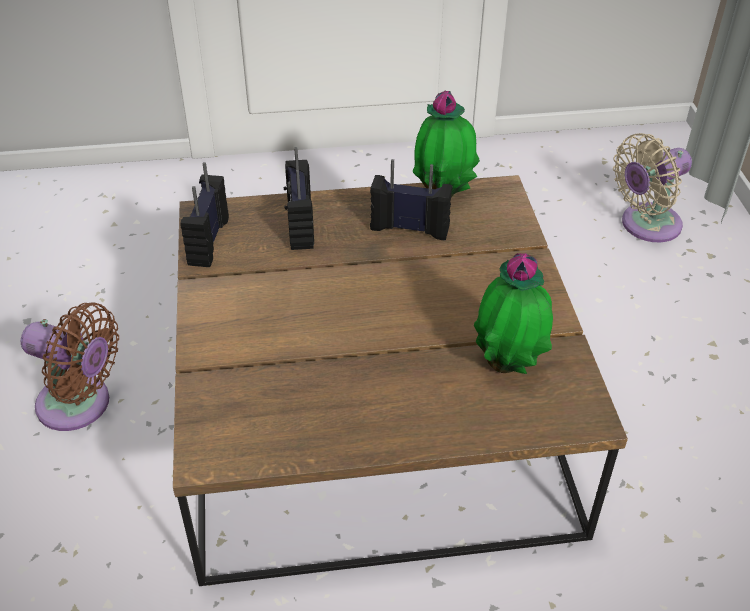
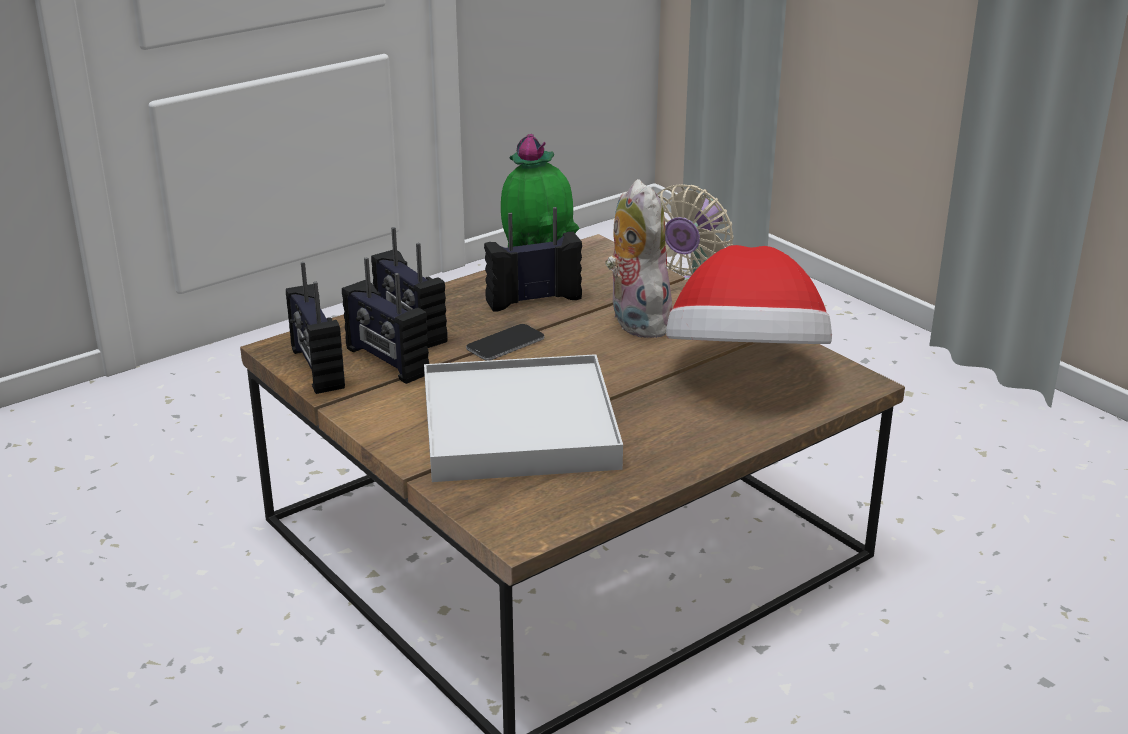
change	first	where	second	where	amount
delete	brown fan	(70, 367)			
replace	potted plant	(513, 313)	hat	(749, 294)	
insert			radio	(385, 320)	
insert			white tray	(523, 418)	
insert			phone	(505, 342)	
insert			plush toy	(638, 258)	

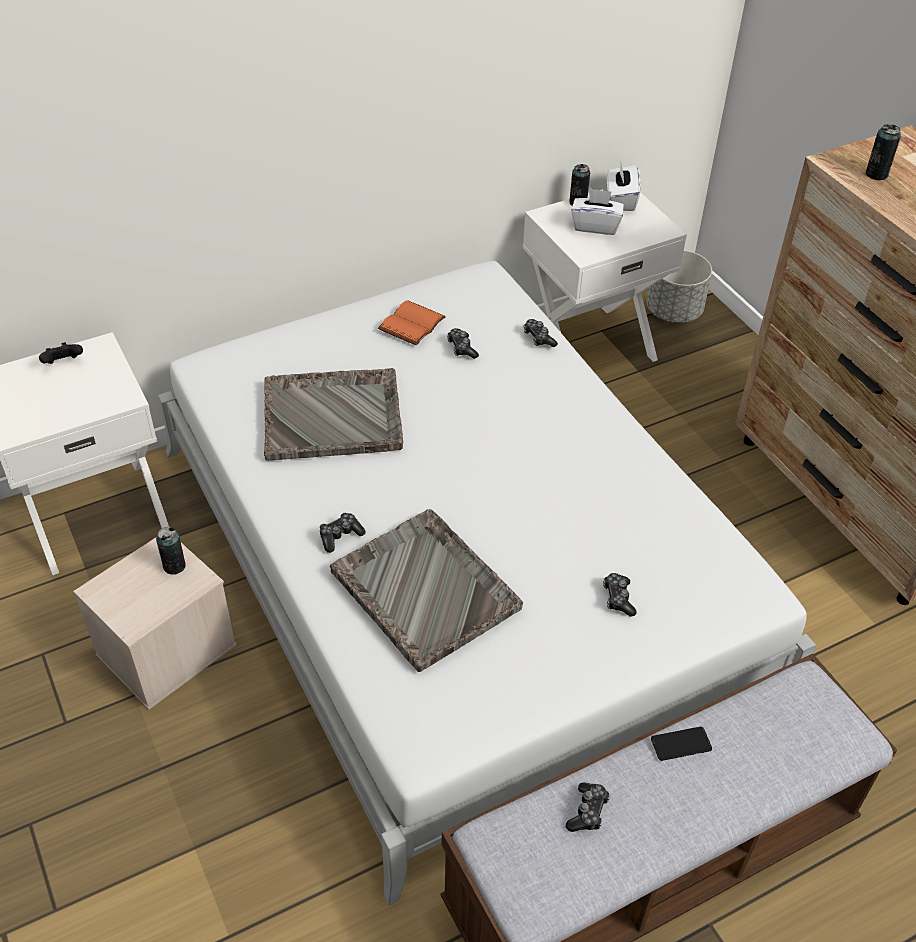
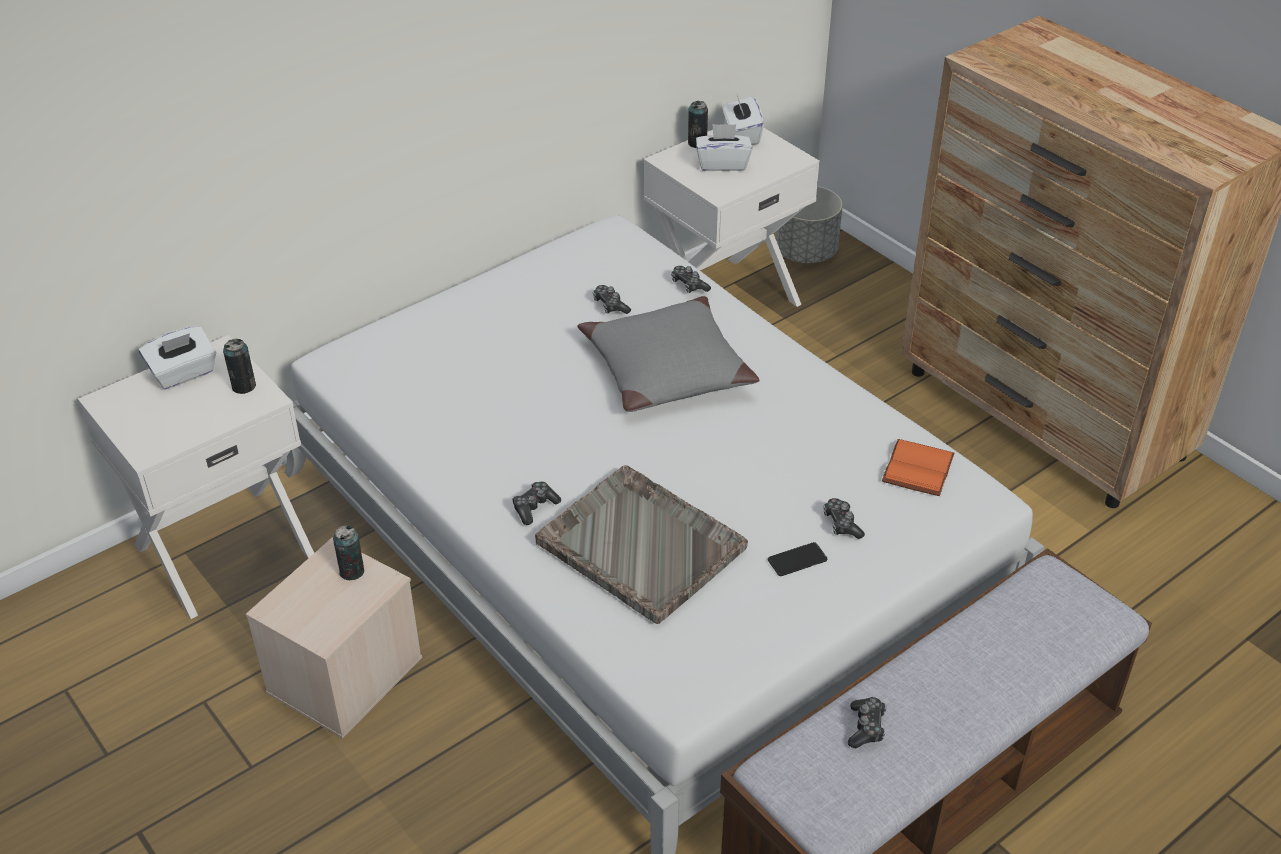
change	first	where	second	where	amount
replace	black game controller	(61, 353)	white tissue box	(177, 357)	
delete	grey tray	(333, 414)			
move	orange book	(412, 322)		(918, 467)	
move	phone	(681, 744)		(798, 559)	
move	can	(883, 152)		(239, 366)	
insert			grey pillow	(668, 354)	

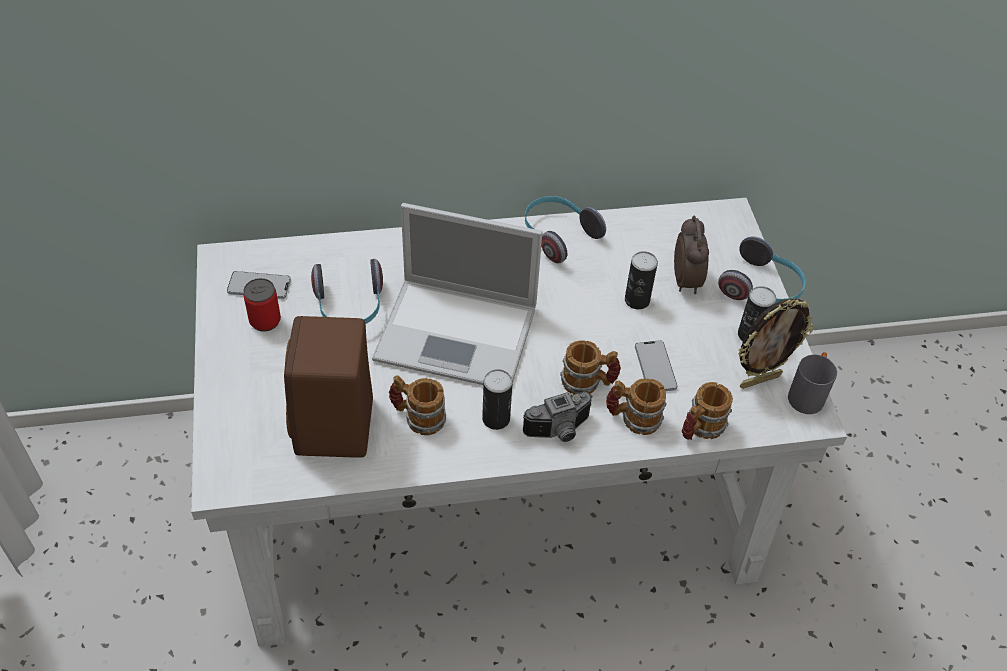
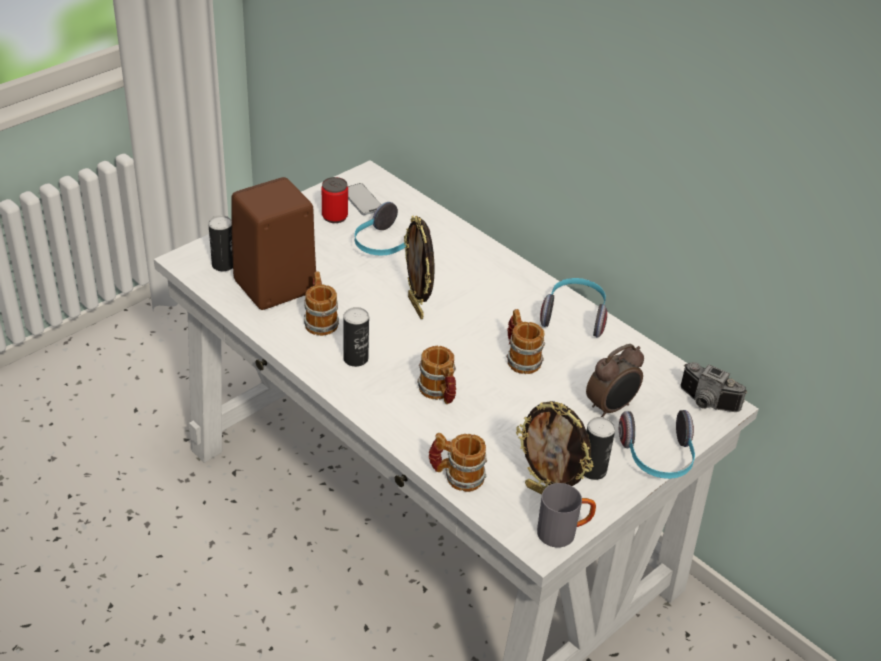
change	first	where	second	where	amount
replace	laptop	(457, 294)	picture frame	(419, 267)	
move	photo camera	(558, 417)		(714, 387)	
move	mug	(636, 406)		(525, 341)	
move	can	(641, 280)		(220, 243)	
delete	phone	(656, 365)			

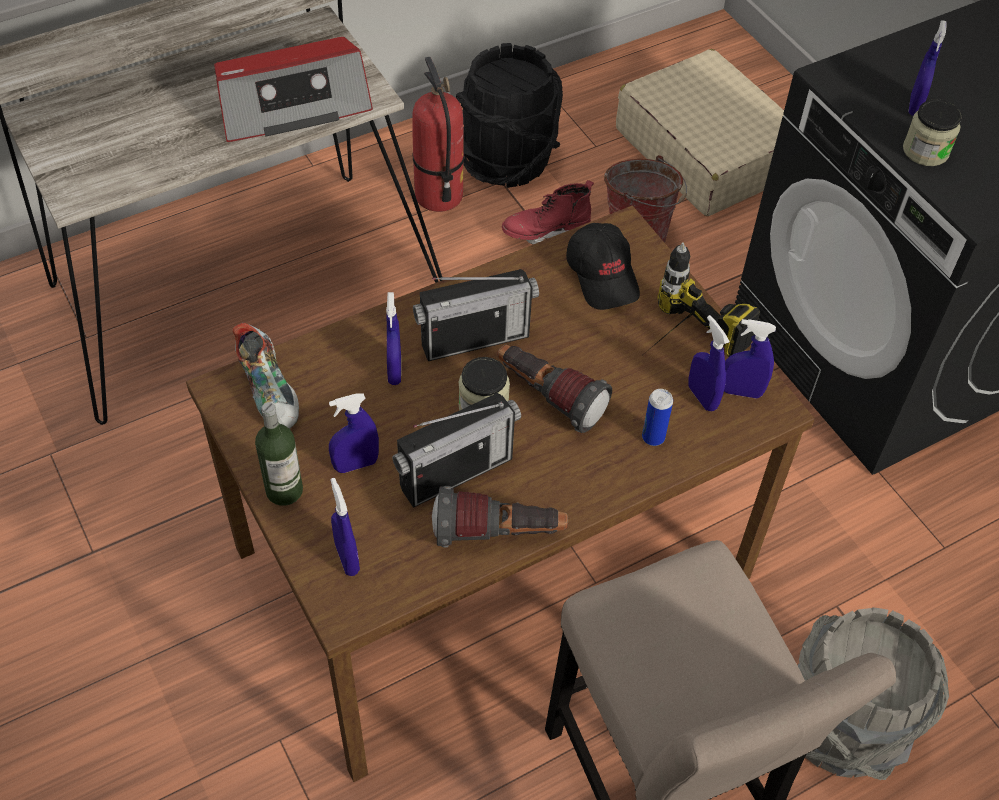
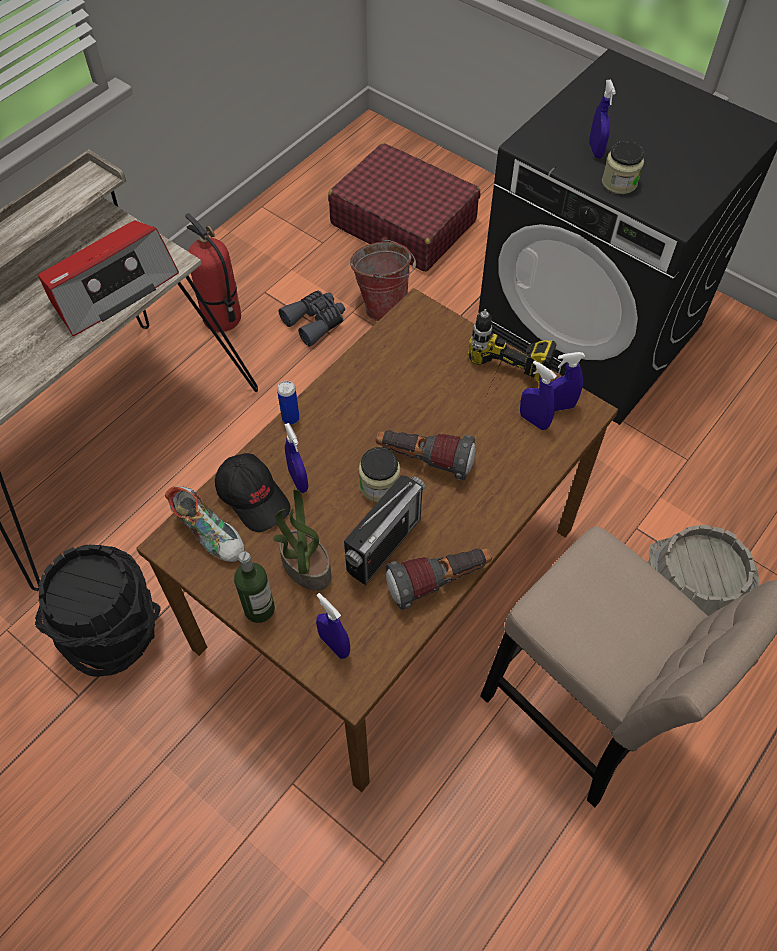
change	first	where	second	where	amount
replace	blue spray bottle	(354, 433)	potted plant	(302, 540)	
delete	radio	(476, 315)			
move	black bucket	(509, 115)		(98, 611)	
replace	red boot	(548, 212)	grey binoculars	(312, 318)	
move	black cap	(603, 266)		(253, 492)	
recolor	beige suitcase	(700, 132)	red suitcase	(404, 207)	
move	can	(657, 417)		(288, 403)	

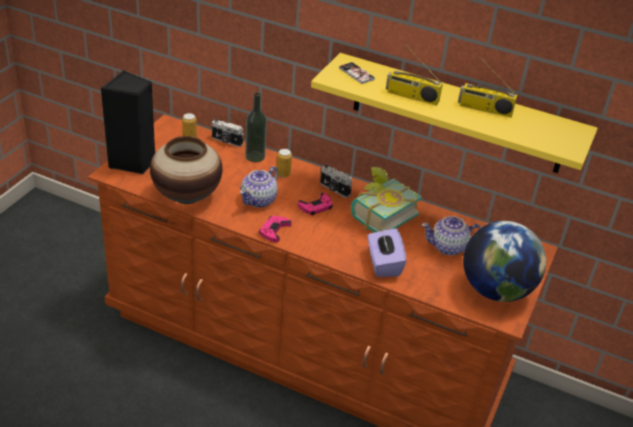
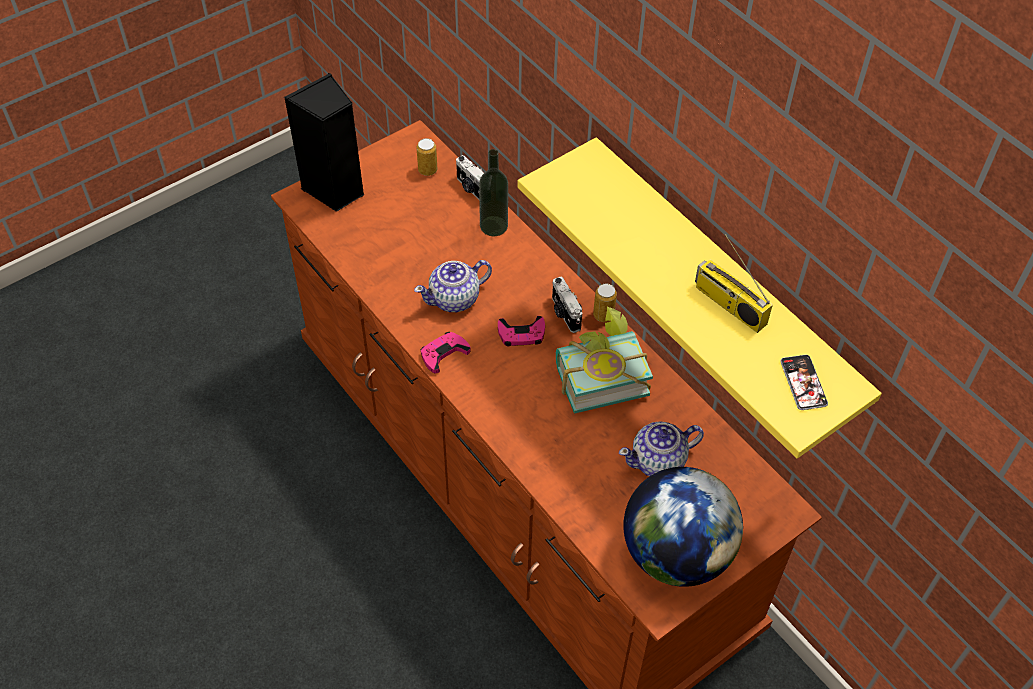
change	first	where	second	where	amount
delete	vase	(186, 170)			
move	can	(284, 163)		(605, 303)	
move	phone	(357, 73)		(804, 382)	
delete	purple tissue box	(387, 252)			
delete	radio	(414, 75)			
rotate	teapot	(451, 236)		(661, 449)	45 degrees counterclockwise

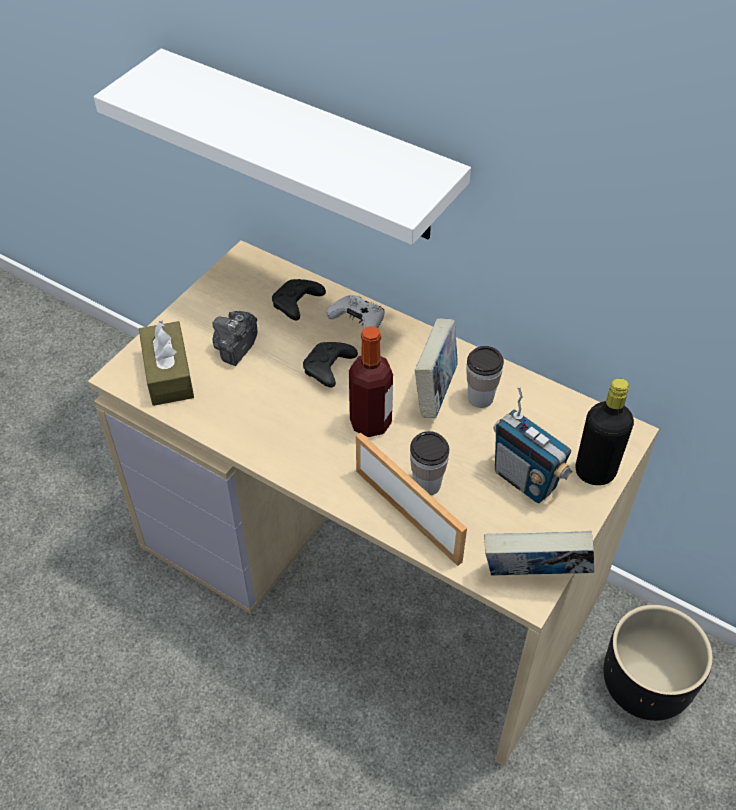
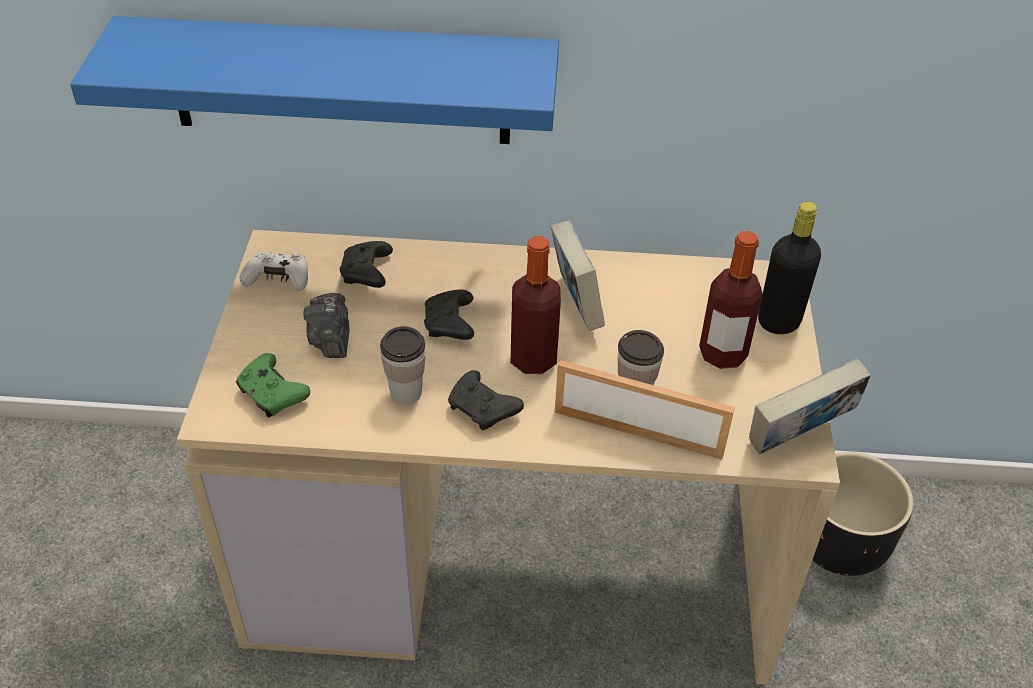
change	first	where	second	where	amount
recolor	white shelf	(282, 146)	blue shelf	(314, 80)	
replace	brown tissue box	(166, 363)	green game controller	(273, 385)	
move	white game controller	(356, 312)		(273, 271)	
move	cup	(485, 377)		(403, 365)	
replace	radio	(533, 444)	bottle	(731, 300)	
insert			black game controller	(486, 400)	

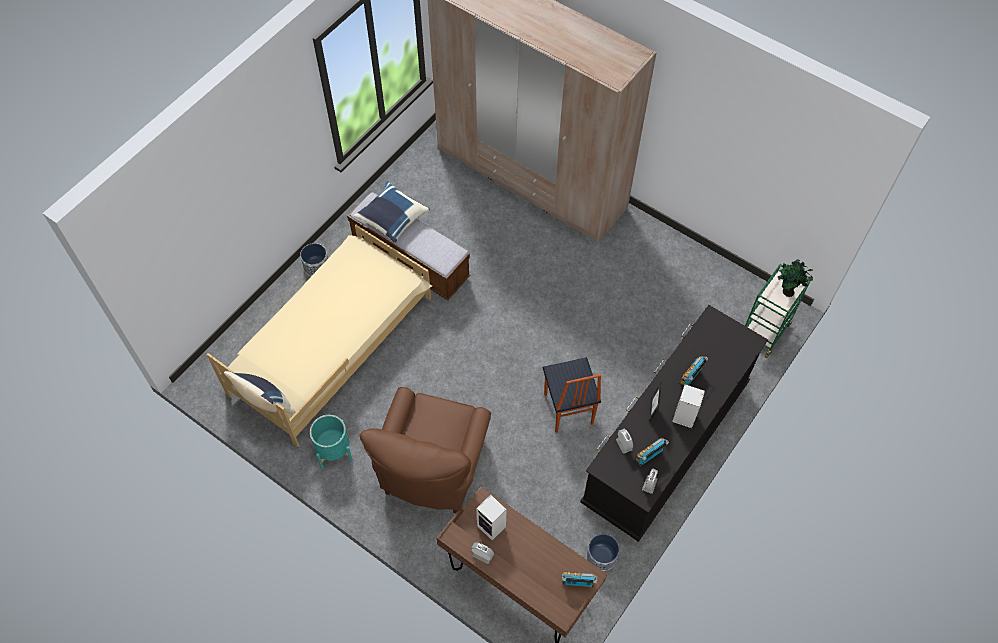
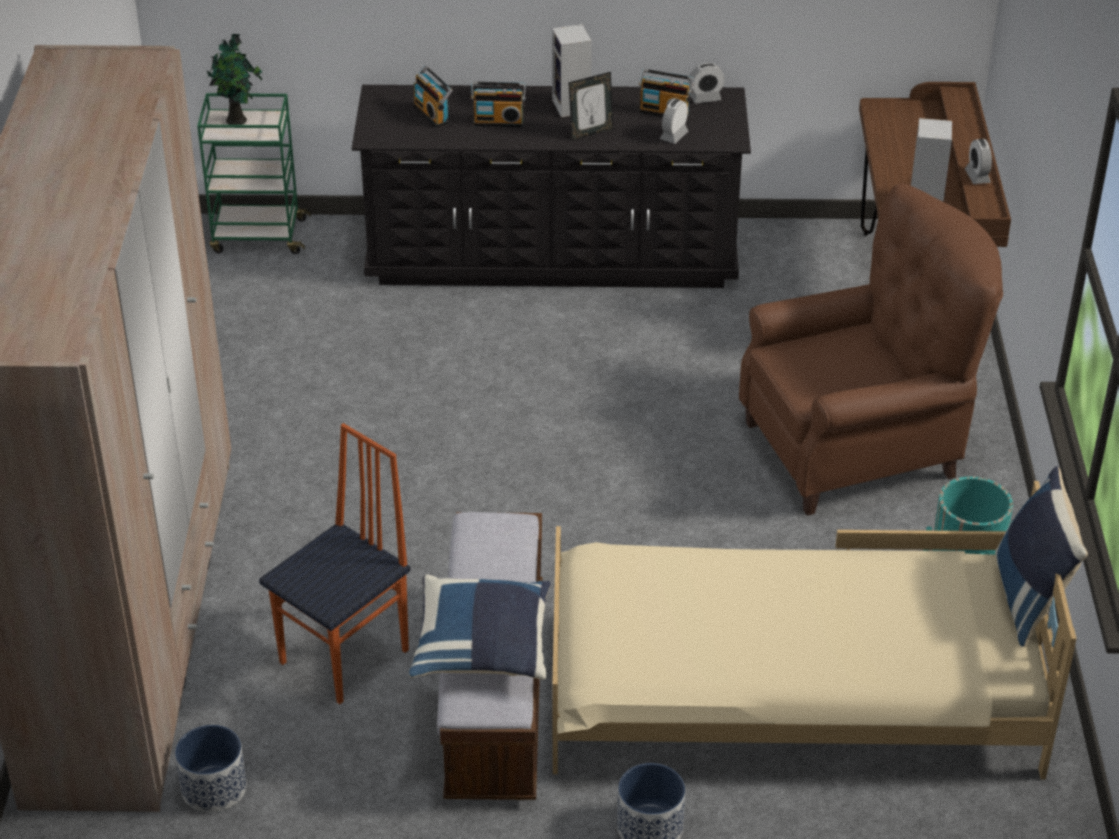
change	first	where	second	where	amount
move	chair	(572, 395)		(335, 563)	
move	radio	(579, 579)		(433, 97)	
move	planter	(603, 552)		(211, 768)	

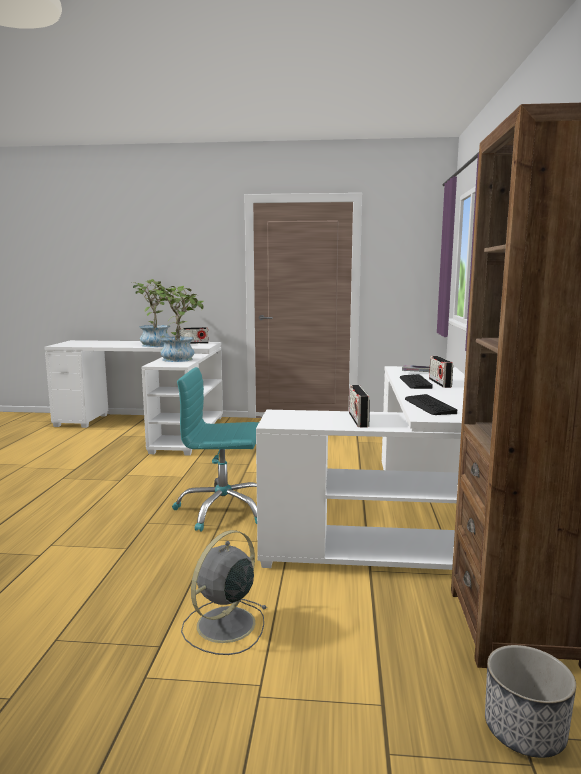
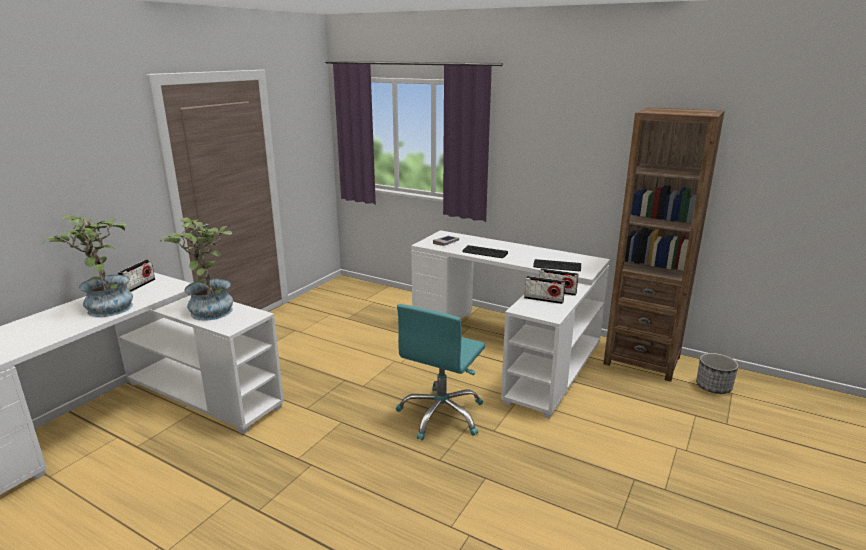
change	first	where	second	where	amount
delete	grey fan	(224, 592)			
move	radio	(441, 372)		(545, 290)	

